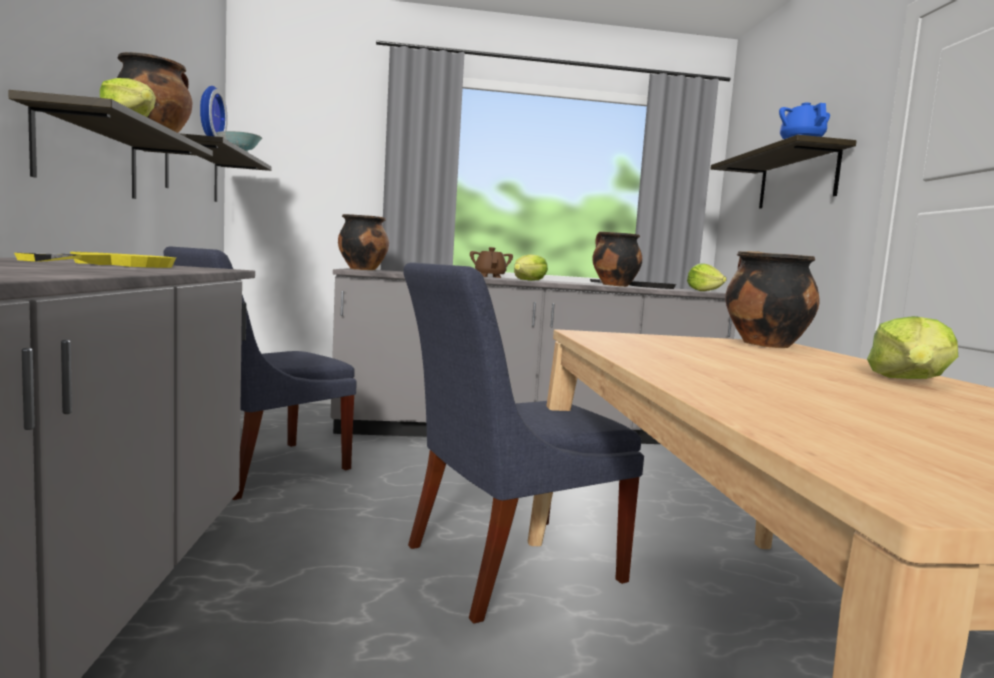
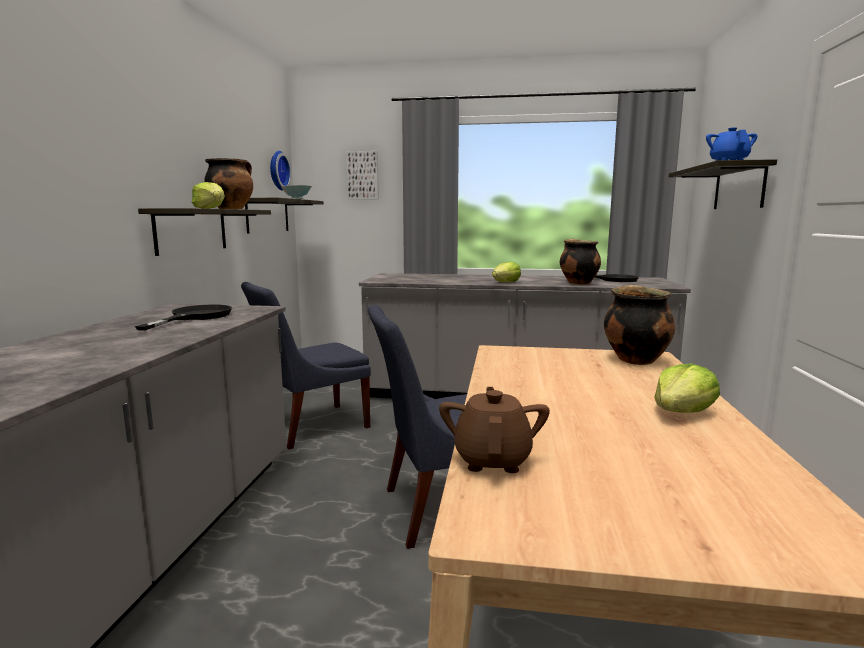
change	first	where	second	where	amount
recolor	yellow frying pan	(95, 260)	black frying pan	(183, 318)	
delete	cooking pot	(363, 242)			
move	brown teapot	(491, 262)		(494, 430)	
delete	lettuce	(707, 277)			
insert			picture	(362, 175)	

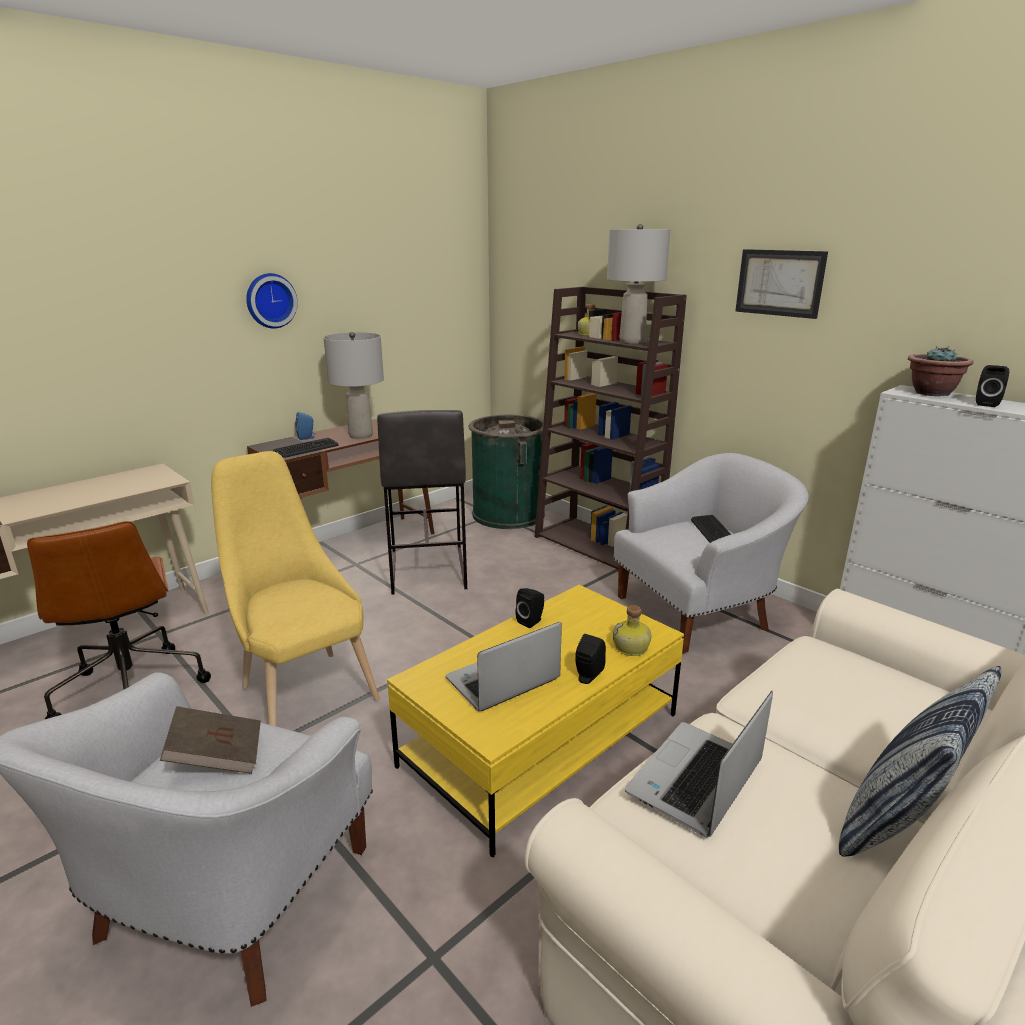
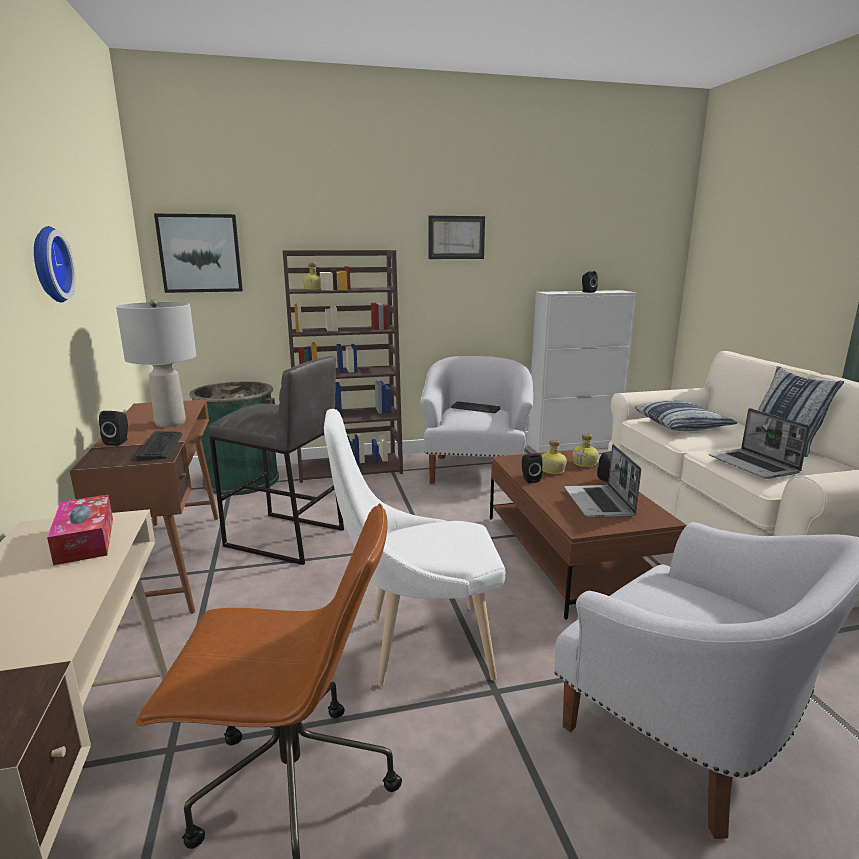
change	first	where	second	where	amount
delete	brown book	(210, 740)			
recolor	yellow chair	(295, 588)	white chair	(414, 547)	
recolor	blue speaker	(305, 426)	black speaker	(113, 428)	
recolor	yellow coffee table	(535, 721)	brown coffee table	(588, 535)	
delete	grey table lamp	(638, 284)			
delete	potted plant	(941, 371)			
insert			tissue box	(80, 529)	
insert			picture	(198, 253)	
insert			bottle	(554, 456)	
insert			pillow	(686, 416)	

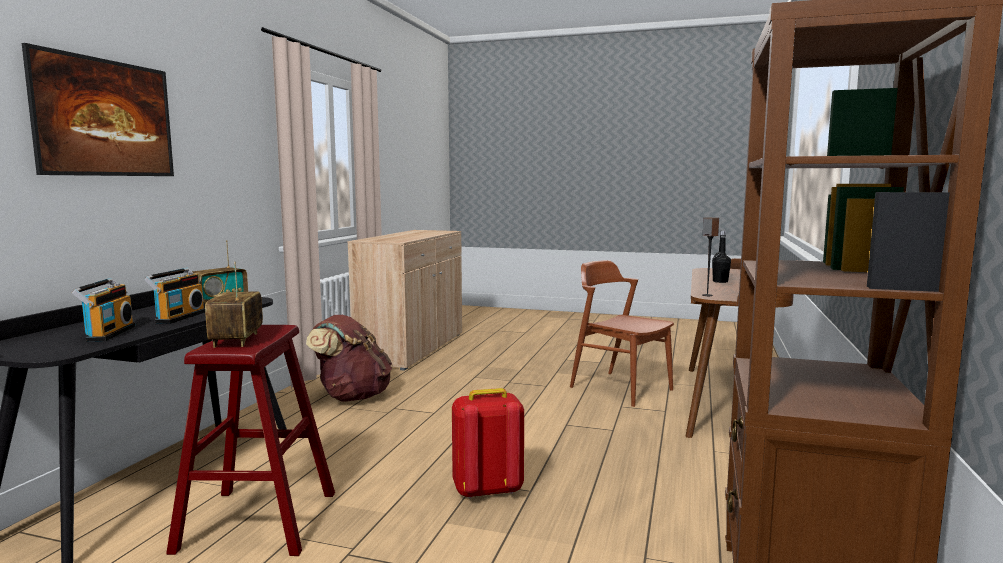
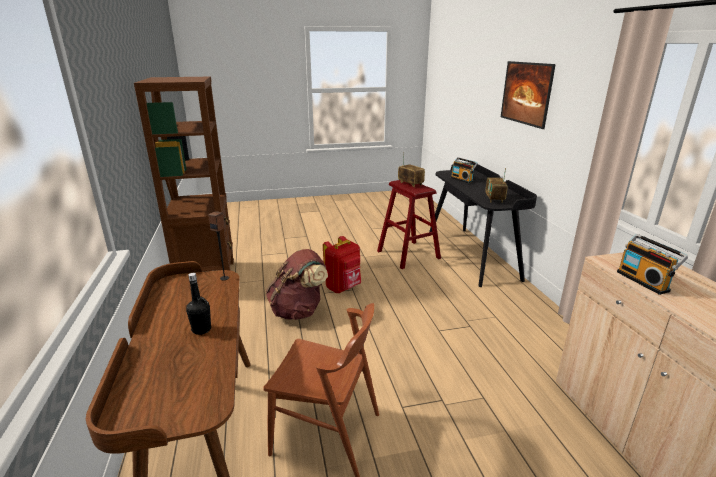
change	first	where	second	where	amount
move	radio	(174, 296)		(652, 264)	
move	brown backpack	(349, 358)		(297, 284)	

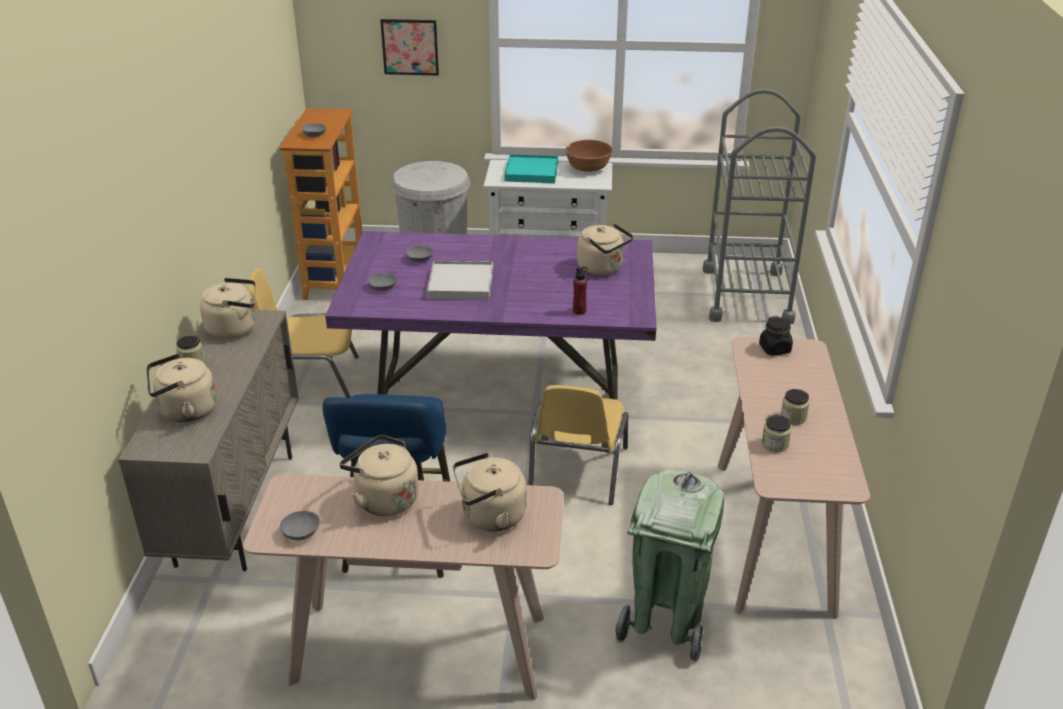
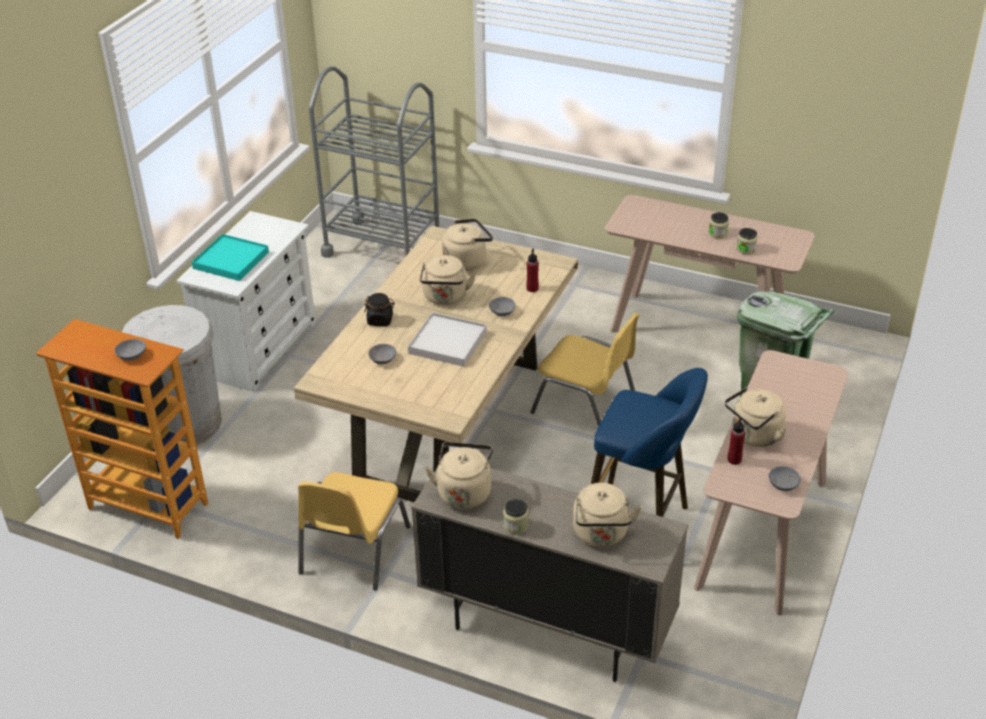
change	first	where	second	where	amount
recolor	purple dining table	(491, 315)	beige dining table	(436, 364)	
move	grey bowl	(382, 282)		(502, 306)	
delete	picture	(409, 47)			
move	beige kettle	(490, 492)		(448, 280)	
delete	brown bowl	(589, 156)			
move	black jar	(776, 336)		(379, 309)	
insert			red bottle	(736, 441)	

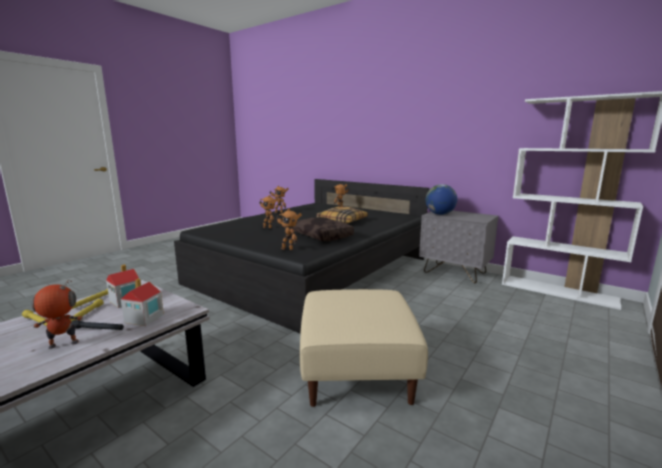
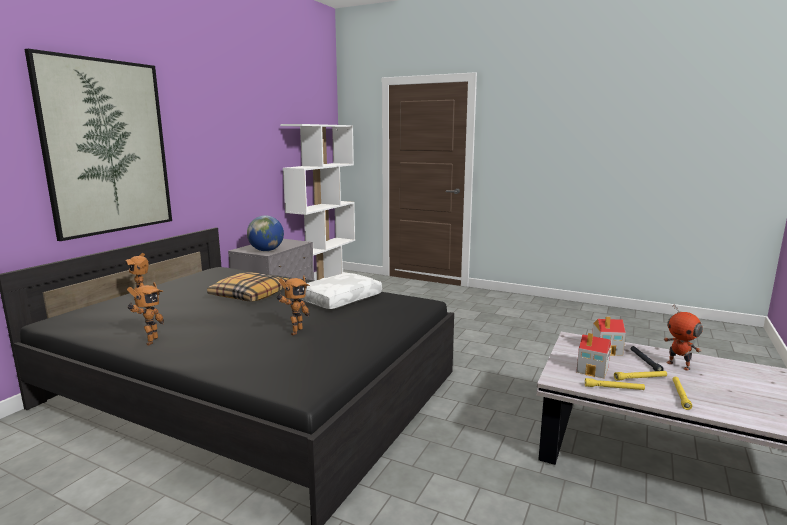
change	first	where	second	where	amount
delete	toy robot	(288, 229)			
recolor	brown pillow	(323, 229)	white pillow	(340, 291)	
delete	beige ottoman	(364, 348)			
insert			picture	(98, 145)	

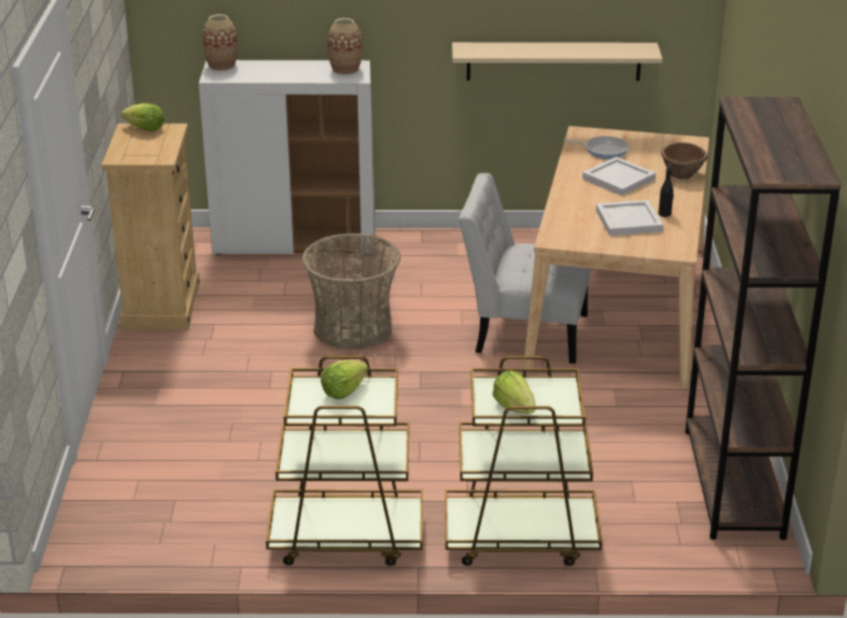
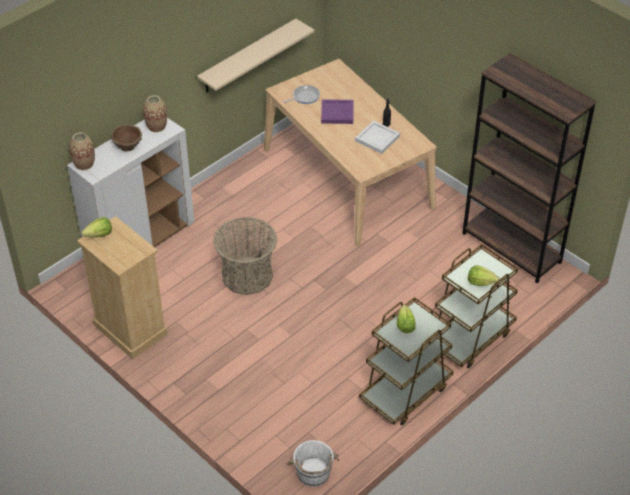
change	first	where	second	where	amount
delete	white chair	(525, 268)			
recolor	white tray	(619, 176)	purple tray	(337, 111)	
move	brown bowl	(684, 160)		(126, 138)	
insert			white bucket	(313, 463)	

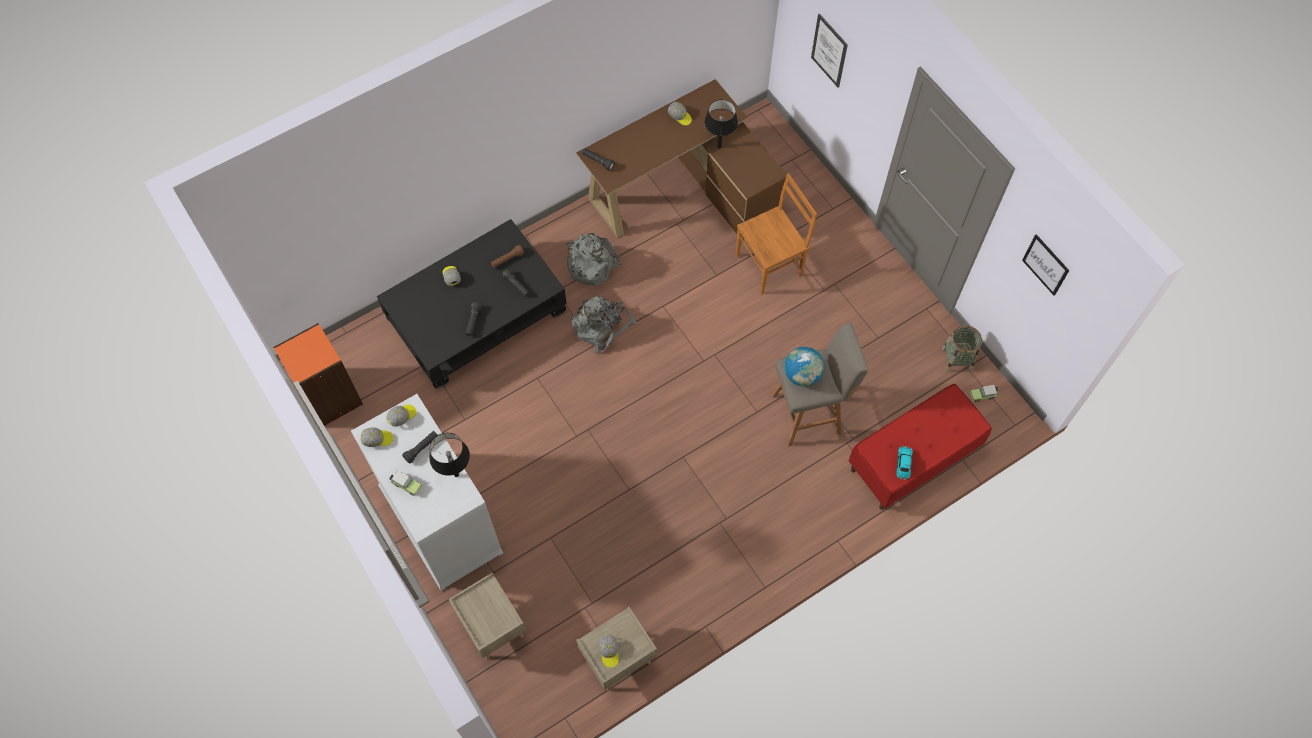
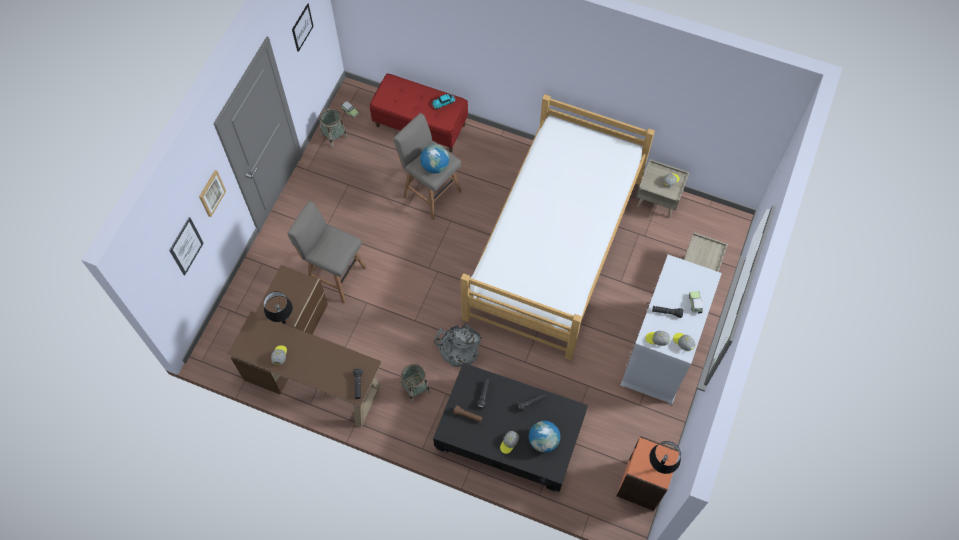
change	first	where	second	where	amount
move	black table lamp	(449, 455)		(665, 457)	
replace	grey backpack	(594, 259)	basket	(415, 383)	
replace	brown chair	(776, 234)	grey stool	(326, 252)	
insert			picture	(212, 193)	
insert			bed	(558, 227)	
insert			globe	(544, 437)	

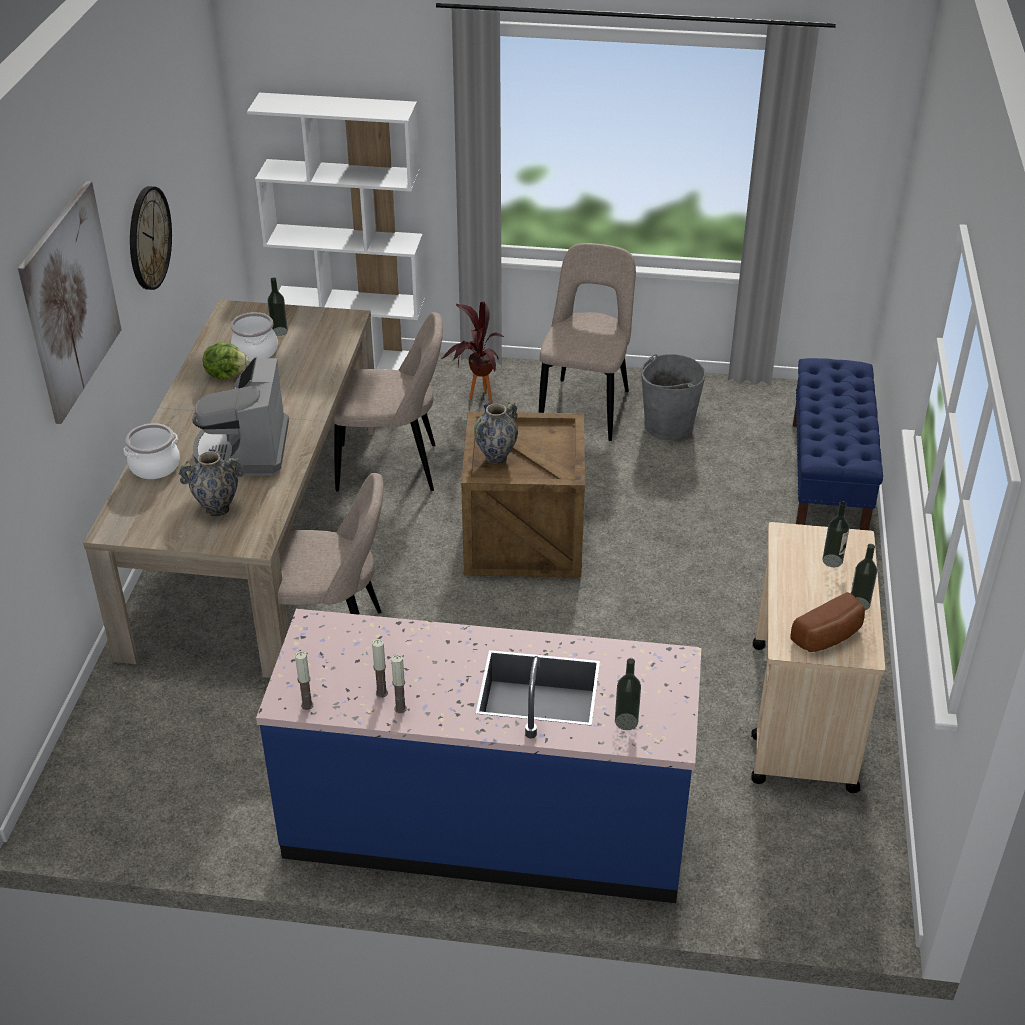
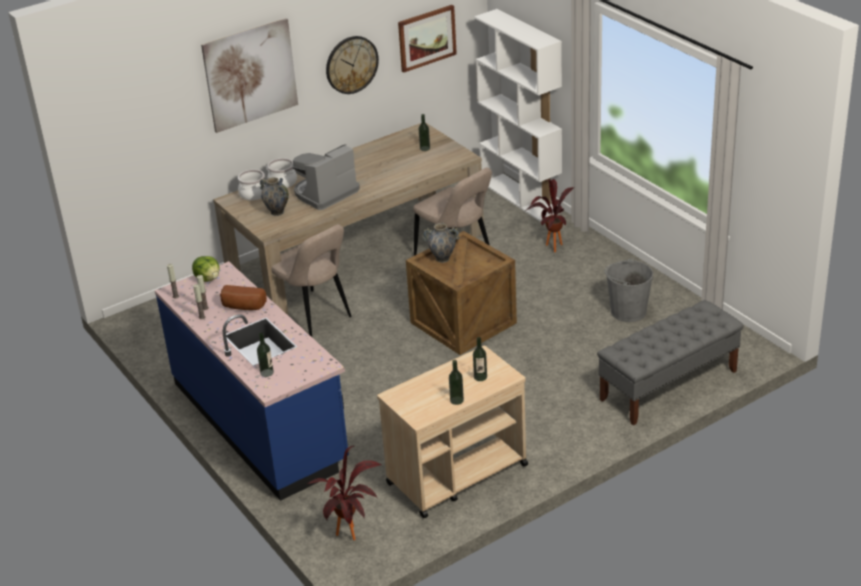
change	first	where	second	where	amount
move	lettuce	(226, 360)		(205, 269)	
move	cooking pot	(254, 337)		(251, 184)	
delete	beige chair	(587, 342)			
move	bread	(827, 622)		(243, 297)	
recolor	blue bench	(838, 444)	grey bench	(670, 363)	
insert			potted plant	(343, 493)	
insert			picture	(427, 38)	

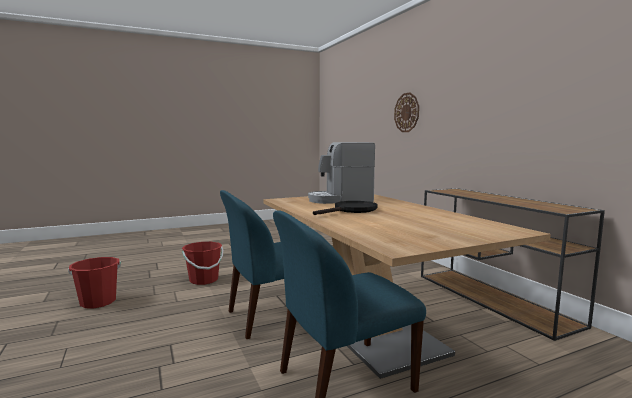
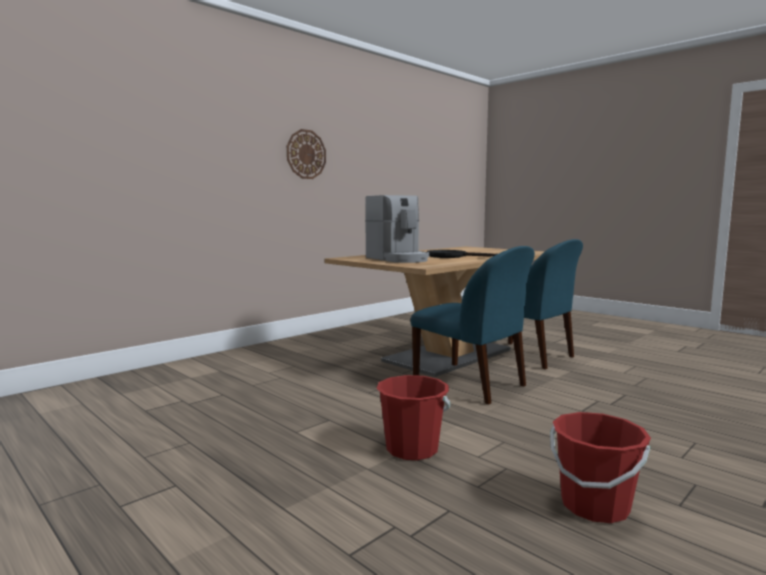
change	first	where	second	where	amount
move	wall clock	(406, 112)		(306, 154)	
delete	brown console table	(513, 264)			

